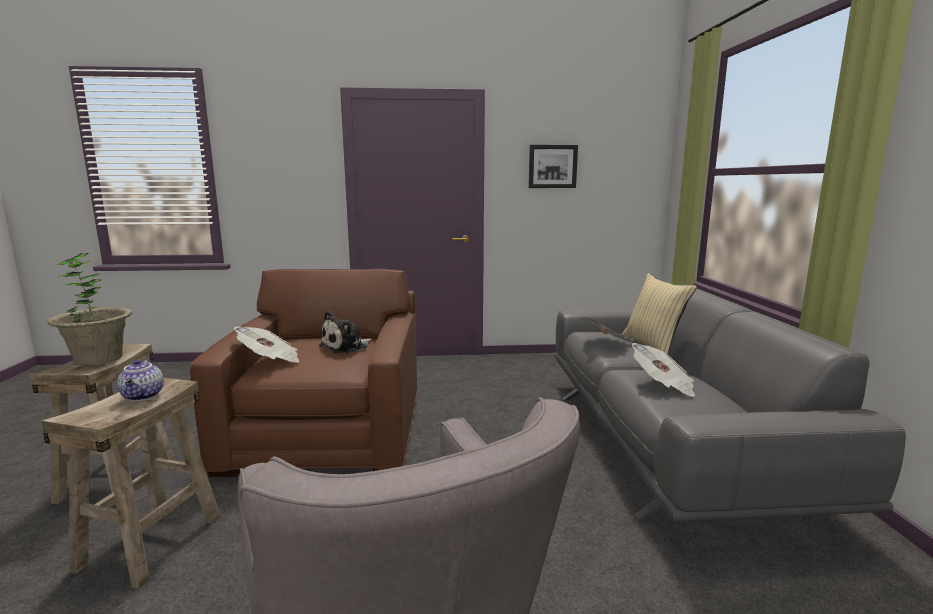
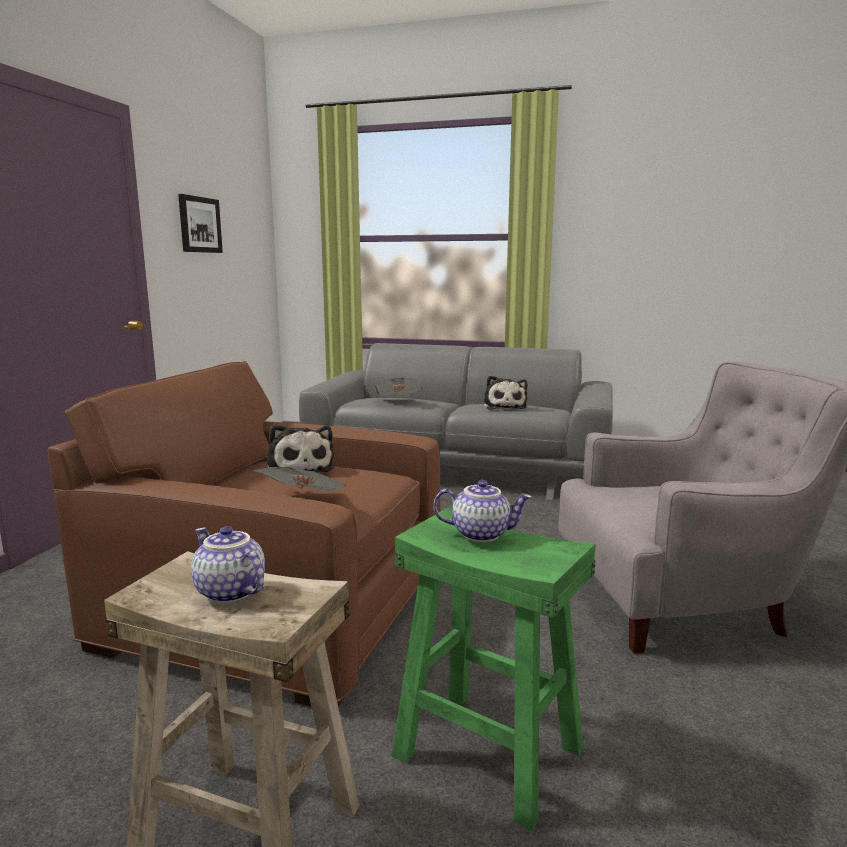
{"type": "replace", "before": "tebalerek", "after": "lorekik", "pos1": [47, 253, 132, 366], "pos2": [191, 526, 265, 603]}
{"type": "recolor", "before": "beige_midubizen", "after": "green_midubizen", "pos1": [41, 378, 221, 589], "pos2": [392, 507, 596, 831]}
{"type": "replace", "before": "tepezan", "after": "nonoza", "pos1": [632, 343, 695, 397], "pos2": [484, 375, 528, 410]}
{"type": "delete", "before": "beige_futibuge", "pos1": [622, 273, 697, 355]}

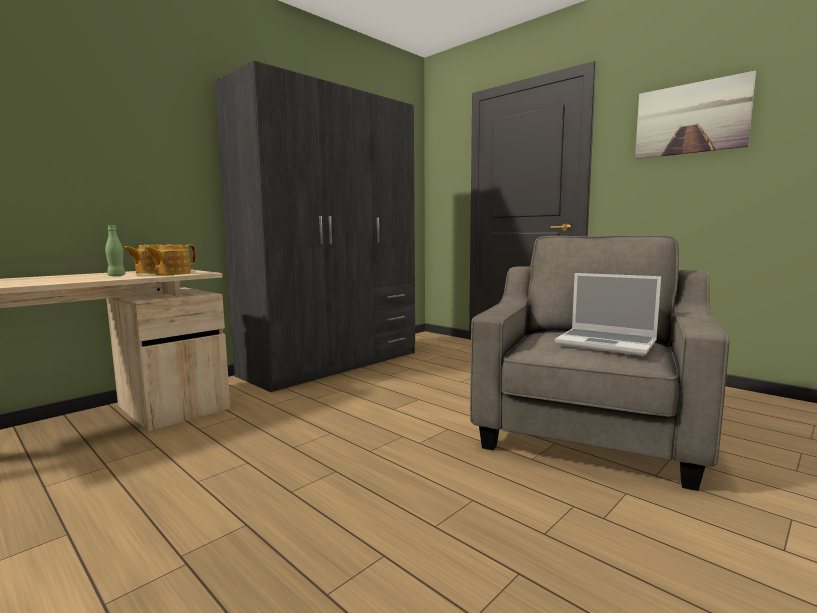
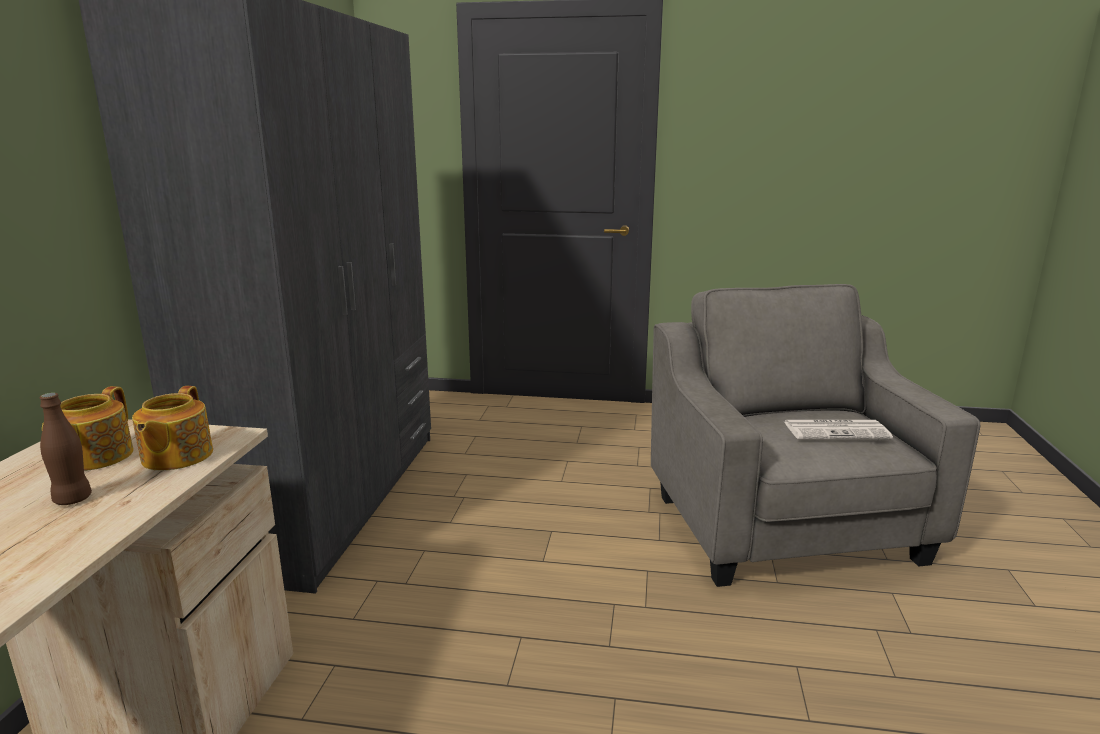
{"type": "recolor", "before": "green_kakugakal", "after": "brown_kakugakal", "pos1": [105, 225, 125, 276], "pos2": [40, 393, 92, 505]}
{"type": "replace", "before": "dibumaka", "after": "tepezan", "pos1": [555, 273, 661, 356], "pos2": [784, 420, 893, 439]}
{"type": "delete", "before": "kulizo", "pos1": [635, 71, 756, 159]}

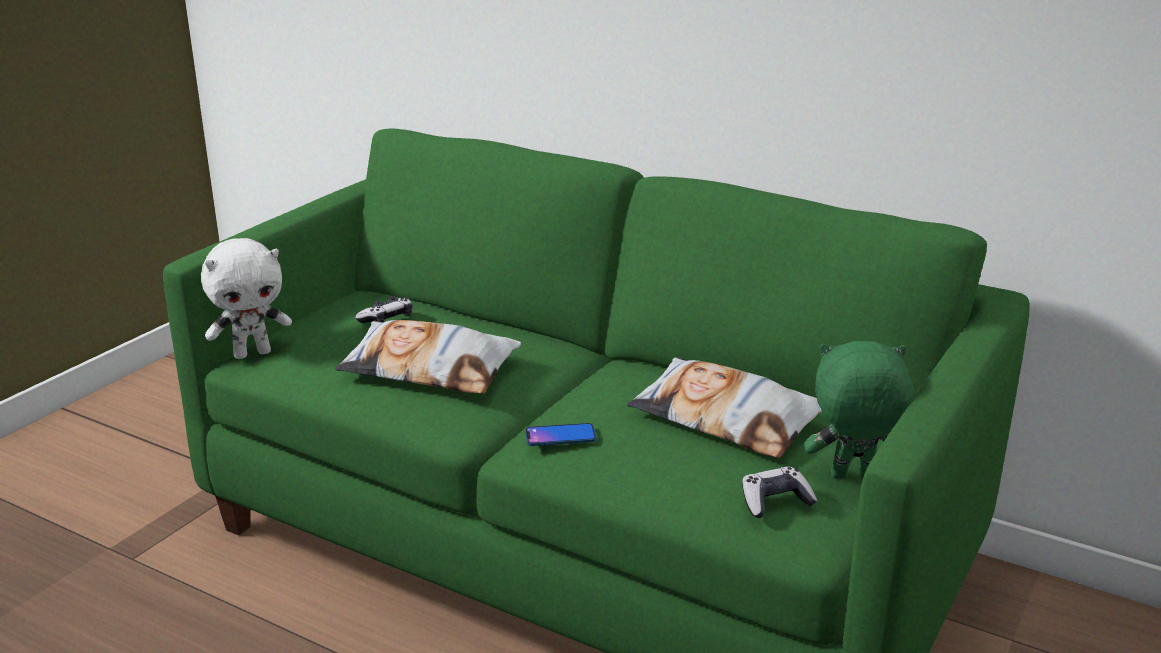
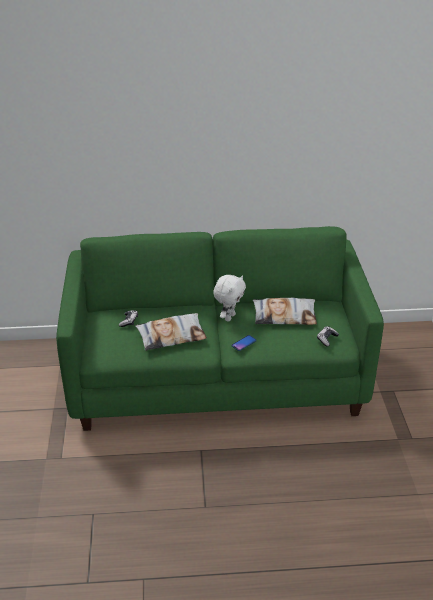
{"type": "move", "before": "white_nonoza", "pos1": [201, 238, 292, 359], "pos2": [213, 275, 246, 321]}
{"type": "delete", "before": "green_nonoza", "pos1": [804, 341, 914, 479]}

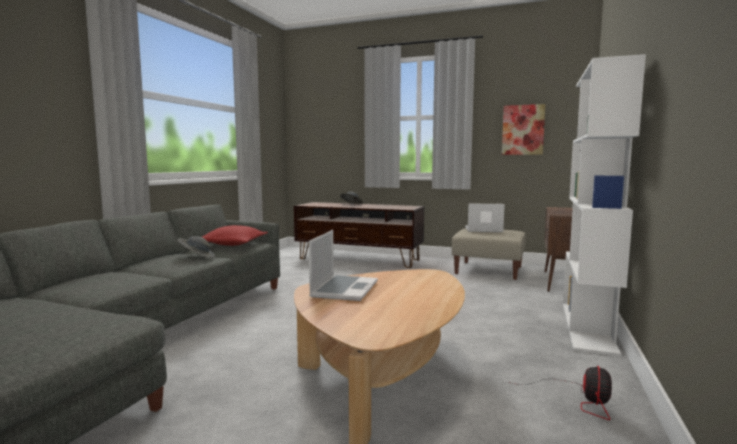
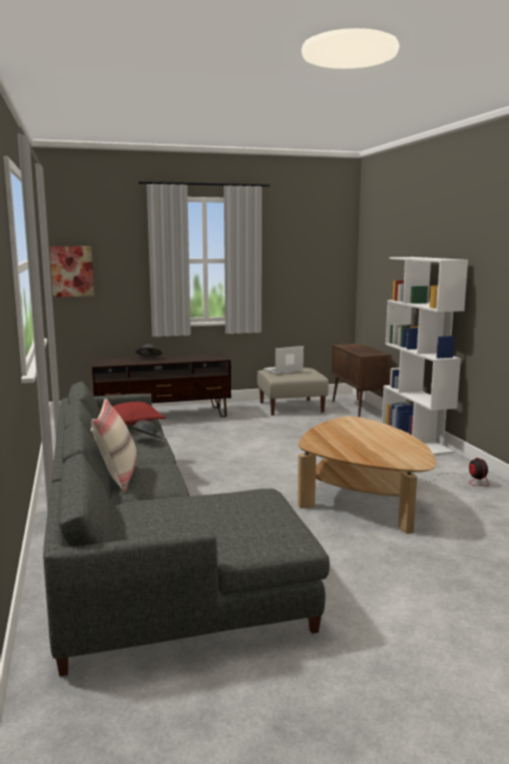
{"type": "move", "before": "kulizo", "pos1": [502, 104, 545, 155], "pos2": [50, 246, 94, 297]}
{"type": "insert", "after": "beige_futibuge", "pos2": [90, 399, 137, 492]}
{"type": "delete", "before": "dibumaka", "pos1": [309, 230, 378, 301]}

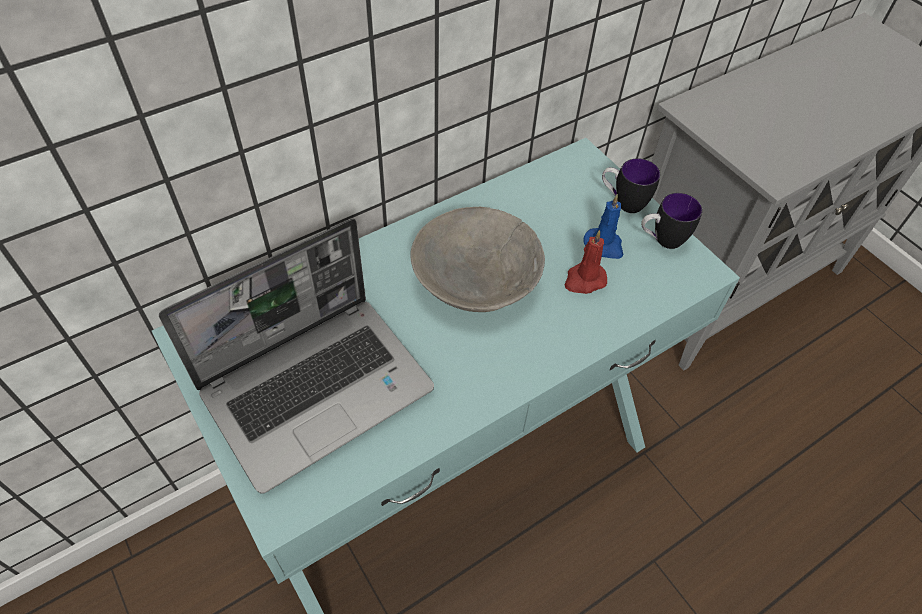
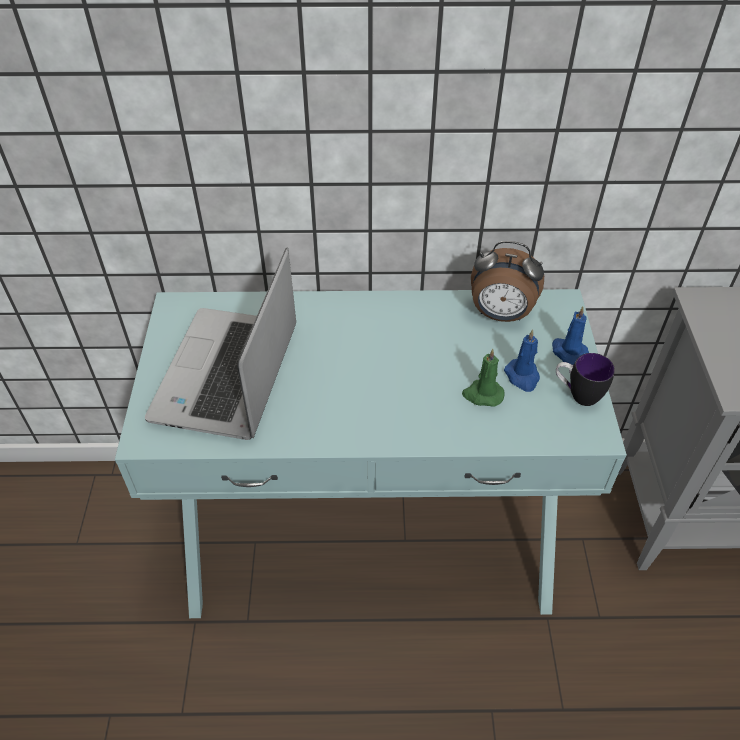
{"type": "rotate", "before": "dibumaka", "pos1": [159, 218, 434, 494], "pos2": [145, 247, 296, 440], "turn": 105}
{"type": "recolor", "before": "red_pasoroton", "after": "green_pasoroton", "pos1": [564, 230, 607, 294], "pos2": [462, 349, 504, 407]}
{"type": "insert", "after": "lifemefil", "pos2": [471, 241, 544, 322]}
{"type": "replace", "before": "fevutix", "after": "blue_pasoroton", "pos1": [602, 158, 660, 213], "pos2": [552, 306, 589, 365]}
{"type": "delete", "before": "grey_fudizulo", "pos1": [410, 207, 545, 312]}

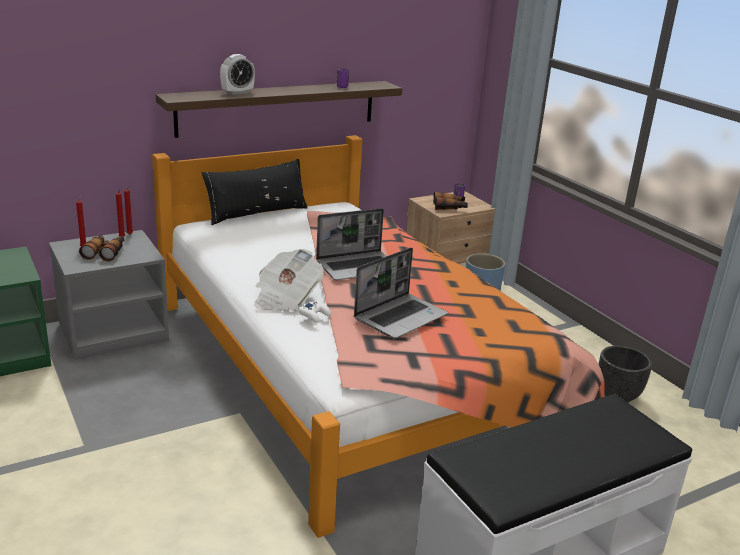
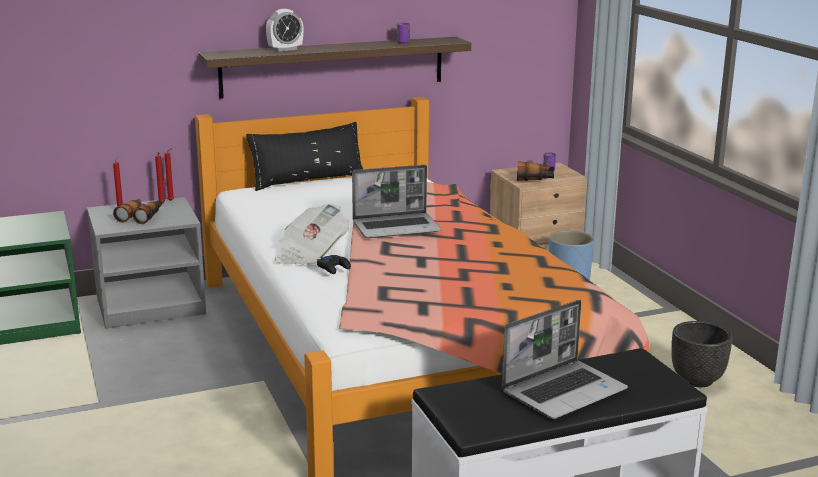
{"type": "recolor", "before": "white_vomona", "after": "black_vomona", "pos1": [299, 302, 331, 323], "pos2": [317, 255, 351, 274]}
{"type": "move", "before": "dibumaka", "pos1": [354, 247, 448, 338], "pos2": [502, 300, 628, 419]}

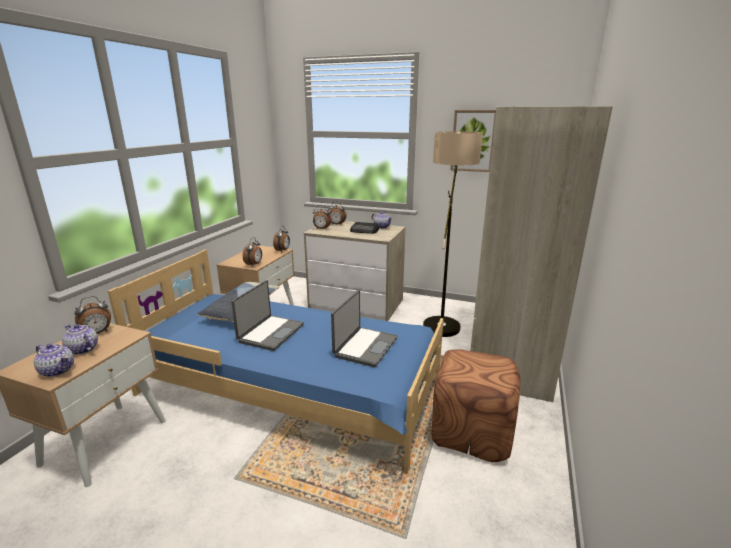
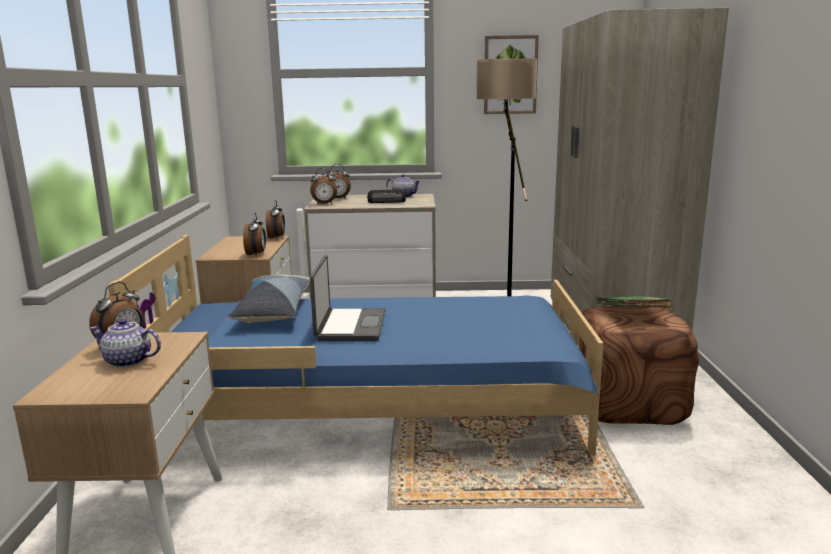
{"type": "insert", "after": "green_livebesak", "pos2": [596, 296, 672, 308]}
{"type": "delete", "before": "lorekik", "pos1": [34, 344, 74, 377]}
{"type": "delete", "before": "dibumaka", "pos1": [331, 290, 398, 367]}

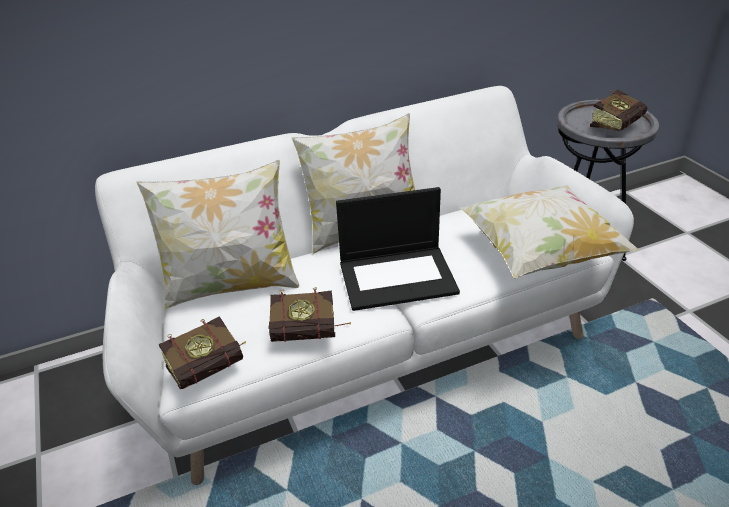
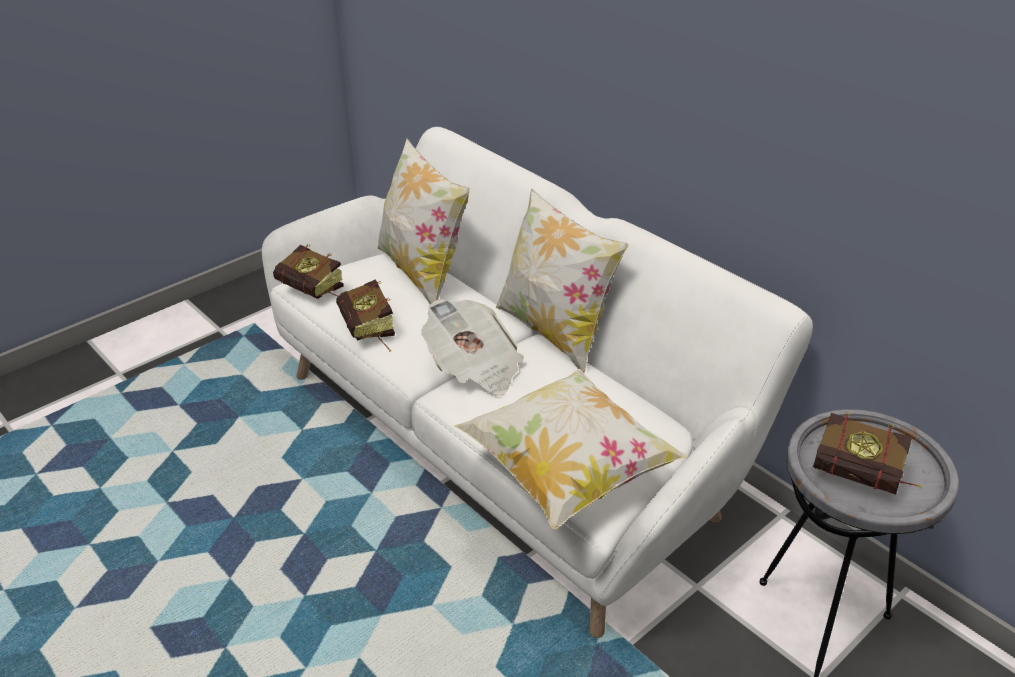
{"type": "replace", "before": "dibumaka", "after": "tepezan", "pos1": [336, 187, 460, 311], "pos2": [421, 299, 524, 396]}

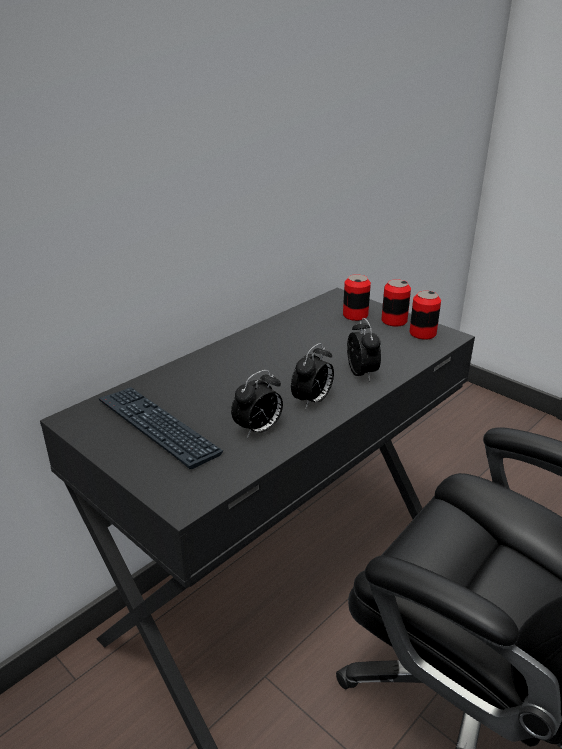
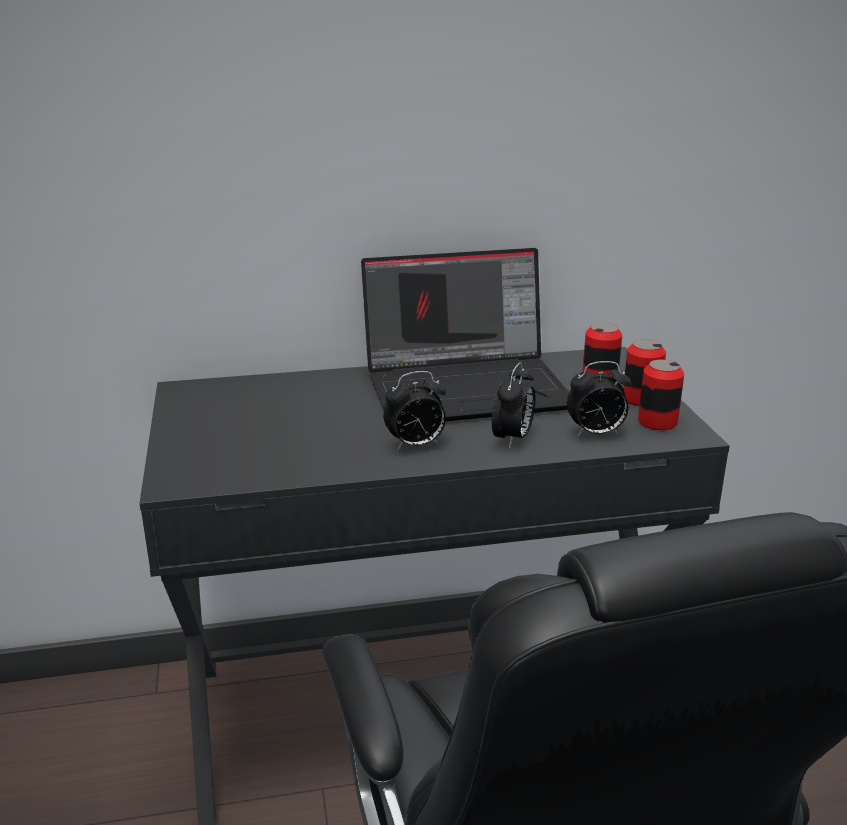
{"type": "insert", "after": "dibumaka", "pos2": [361, 248, 569, 421]}
{"type": "move", "before": "lifemefil", "pos1": [231, 370, 283, 438], "pos2": [567, 361, 631, 437]}
{"type": "delete", "before": "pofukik", "pos1": [99, 387, 223, 469]}

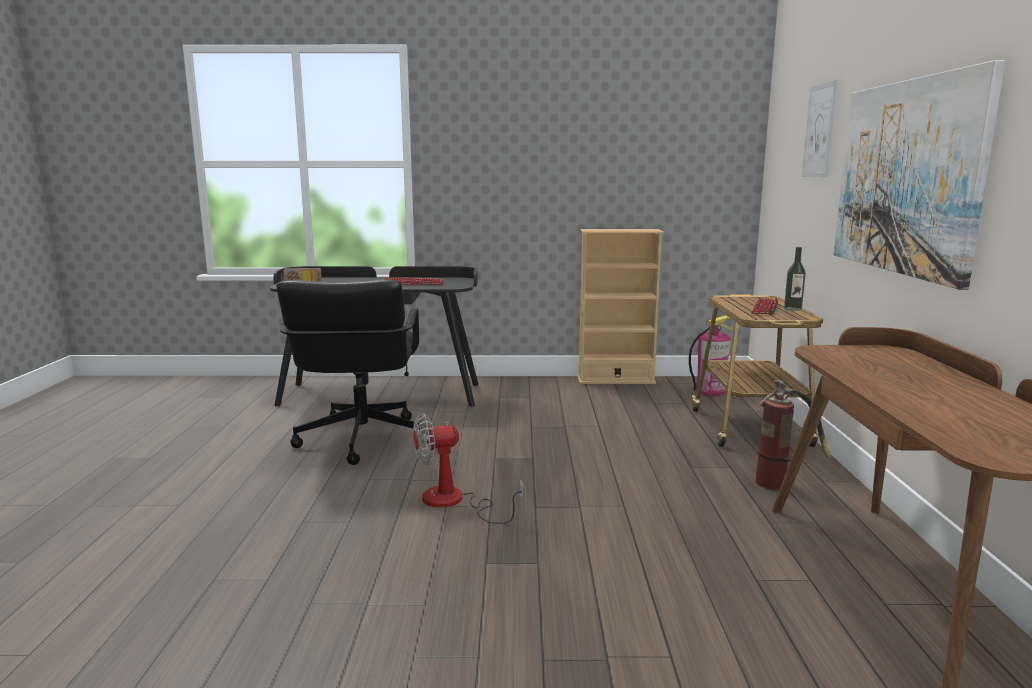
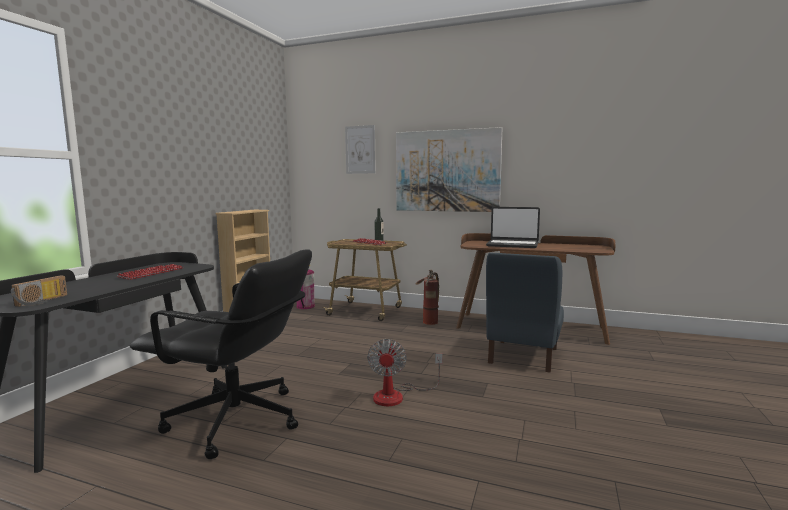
{"type": "insert", "after": "dibumaka", "pos2": [486, 207, 540, 248]}
{"type": "insert", "after": "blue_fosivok", "pos2": [486, 253, 564, 373]}

